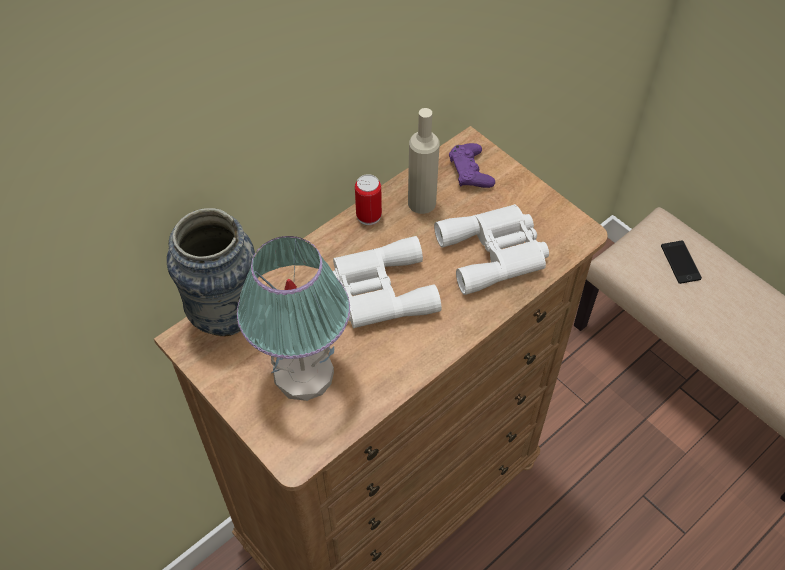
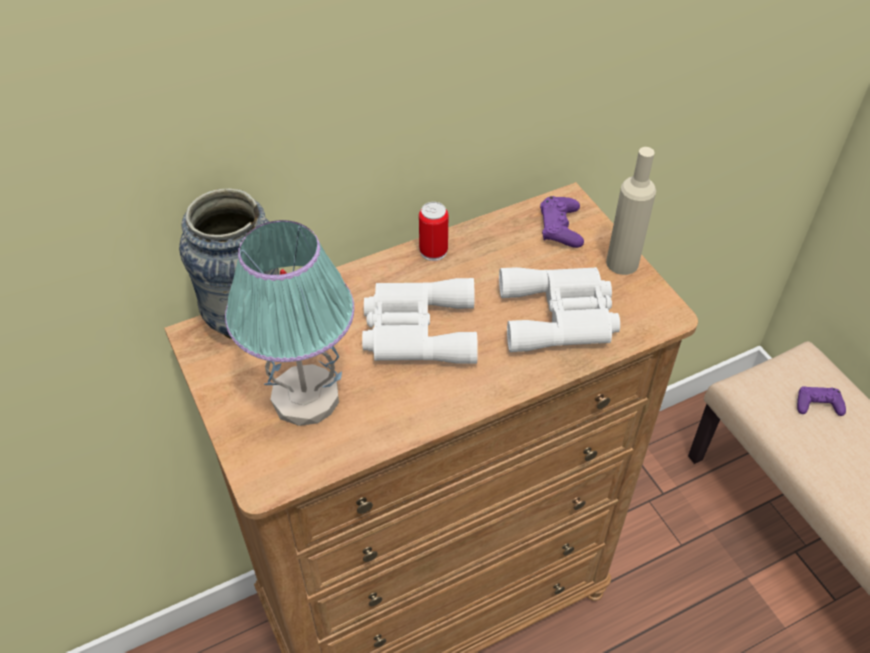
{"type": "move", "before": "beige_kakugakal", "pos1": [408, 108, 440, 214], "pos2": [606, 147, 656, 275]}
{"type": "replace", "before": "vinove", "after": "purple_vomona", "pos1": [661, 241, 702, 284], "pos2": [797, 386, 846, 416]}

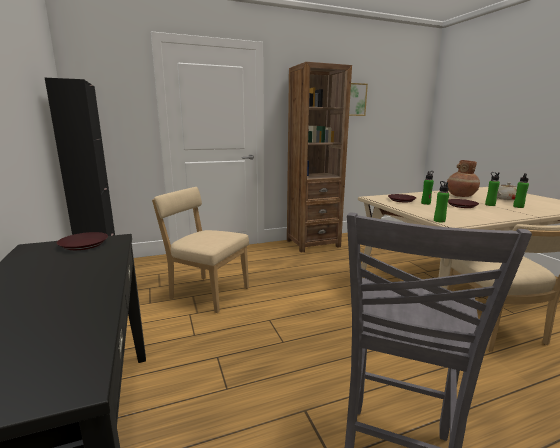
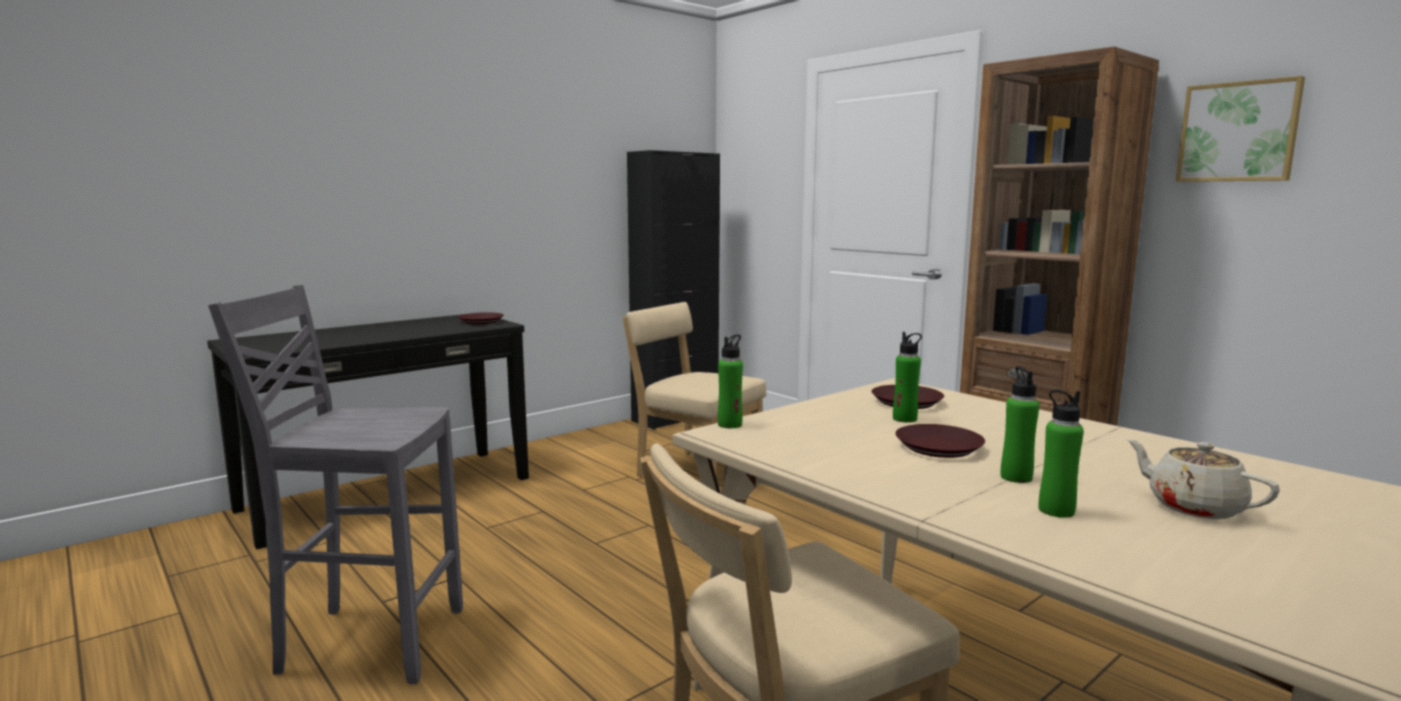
{"type": "rotate", "before": "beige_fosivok", "pos1": [152, 187, 249, 313], "pos2": [623, 302, 766, 477], "turn": -60}
{"type": "delete", "before": "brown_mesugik", "pos1": [447, 160, 480, 197]}

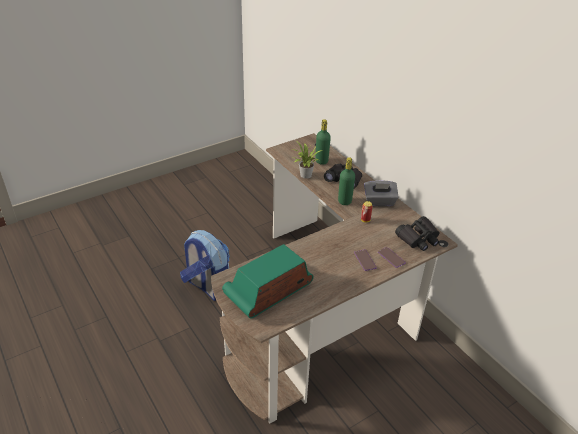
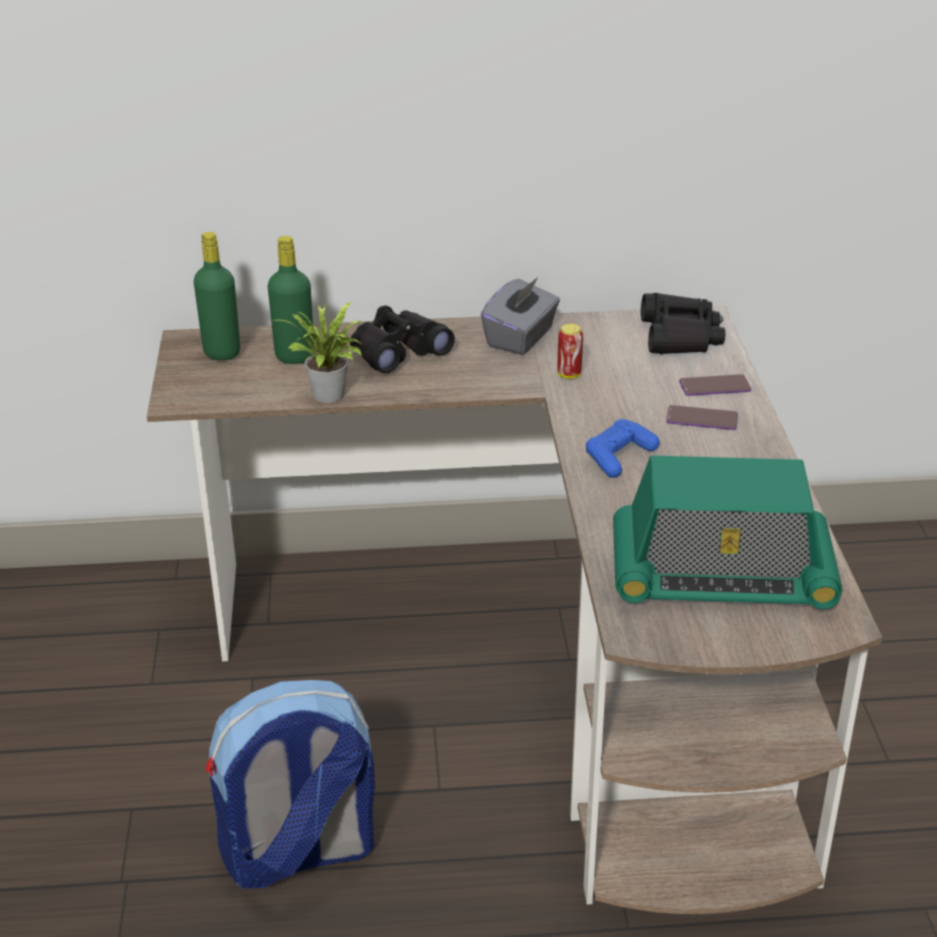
{"type": "move", "before": "green_kakugakal", "pos1": [338, 157, 355, 205], "pos2": [194, 232, 240, 360]}
{"type": "insert", "after": "blue_vomona", "pos2": [586, 419, 660, 478]}
{"type": "rotate", "before": "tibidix", "pos1": [222, 244, 313, 318], "pos2": [613, 456, 842, 609], "turn": -75}

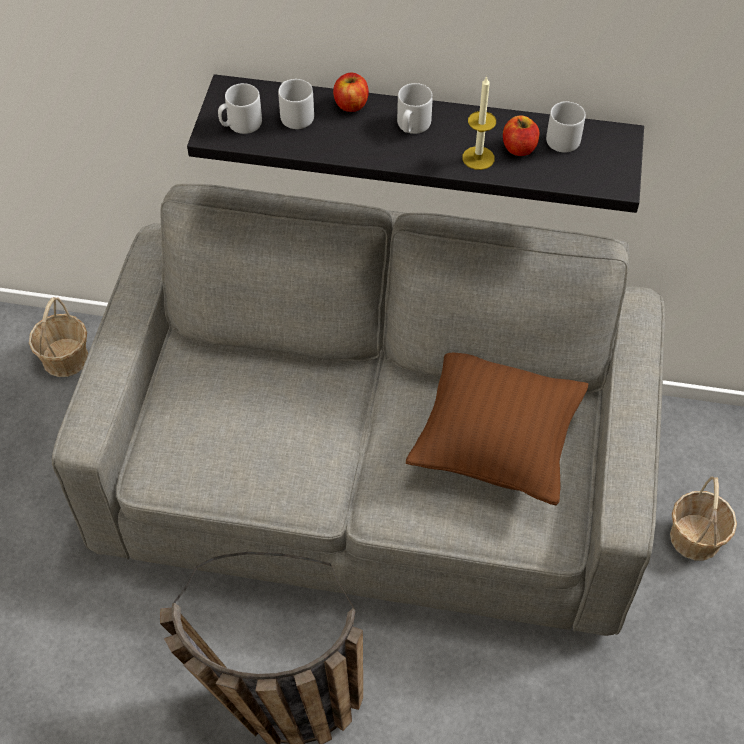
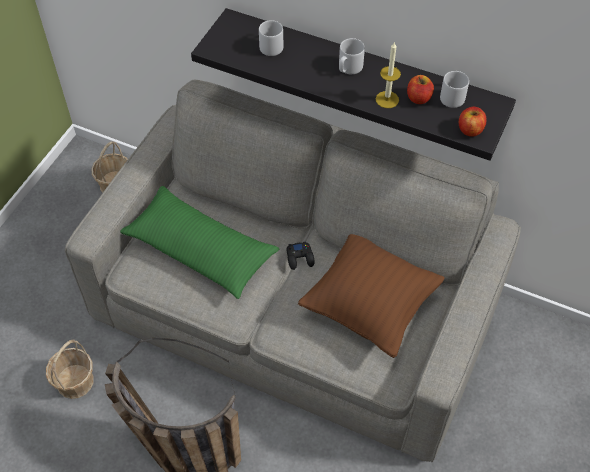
{"type": "move", "before": "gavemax", "pos1": [670, 477, 737, 560], "pos2": [46, 339, 94, 399]}
{"type": "insert", "after": "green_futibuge", "pos2": [120, 186, 279, 299]}
{"type": "insert", "after": "black_vomona", "pos2": [287, 241, 315, 270]}
{"type": "move", "before": "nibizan", "pos1": [333, 73, 369, 112], "pos2": [459, 107, 486, 137]}
{"type": "delete", "before": "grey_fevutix", "pos1": [218, 83, 262, 134]}

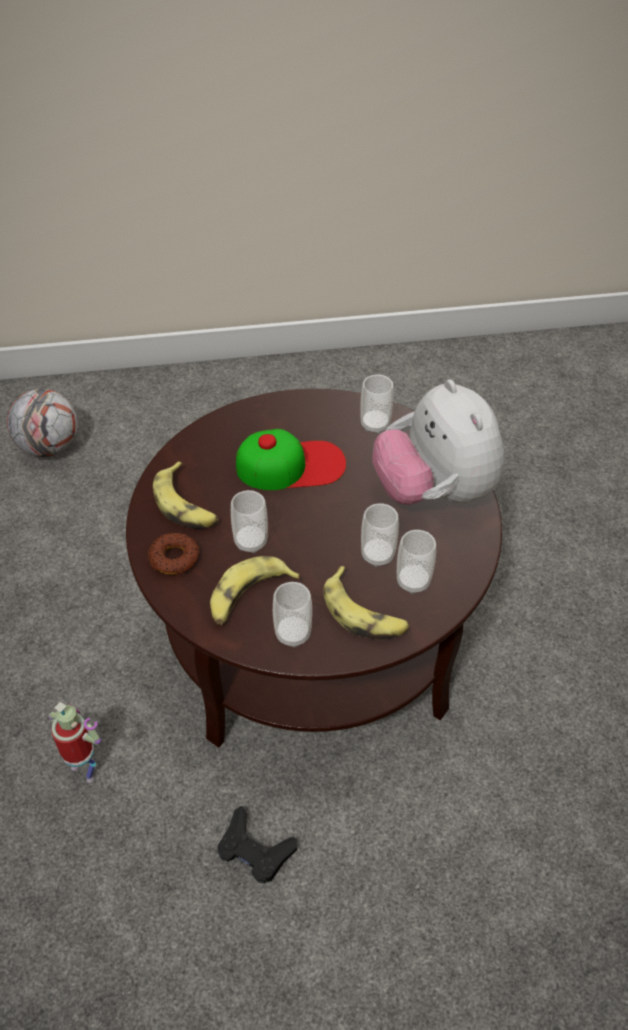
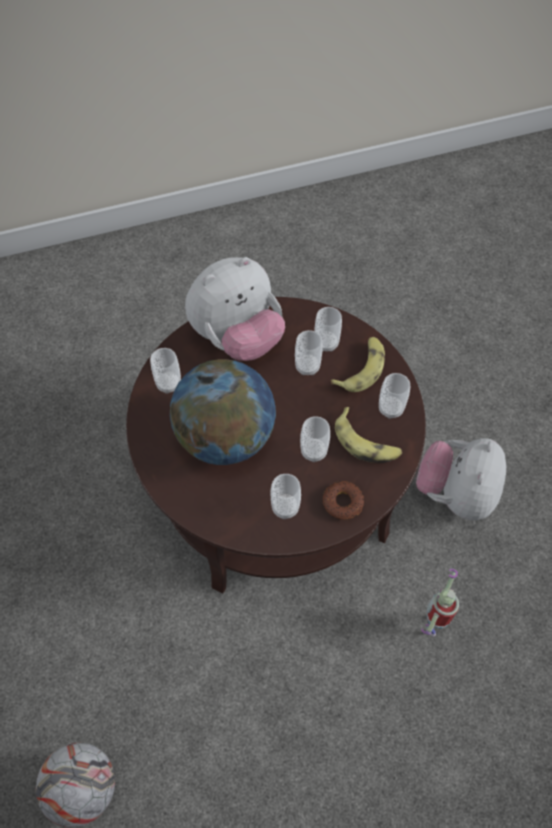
{"type": "replace", "before": "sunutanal", "after": "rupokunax", "pos1": [236, 429, 346, 490], "pos2": [170, 359, 276, 465]}
{"type": "replace", "before": "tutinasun", "after": "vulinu", "pos1": [153, 461, 219, 529], "pos2": [271, 474, 301, 519]}
{"type": "replace", "before": "black_vomona", "after": "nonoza", "pos1": [217, 806, 297, 883], "pos2": [416, 438, 506, 520]}

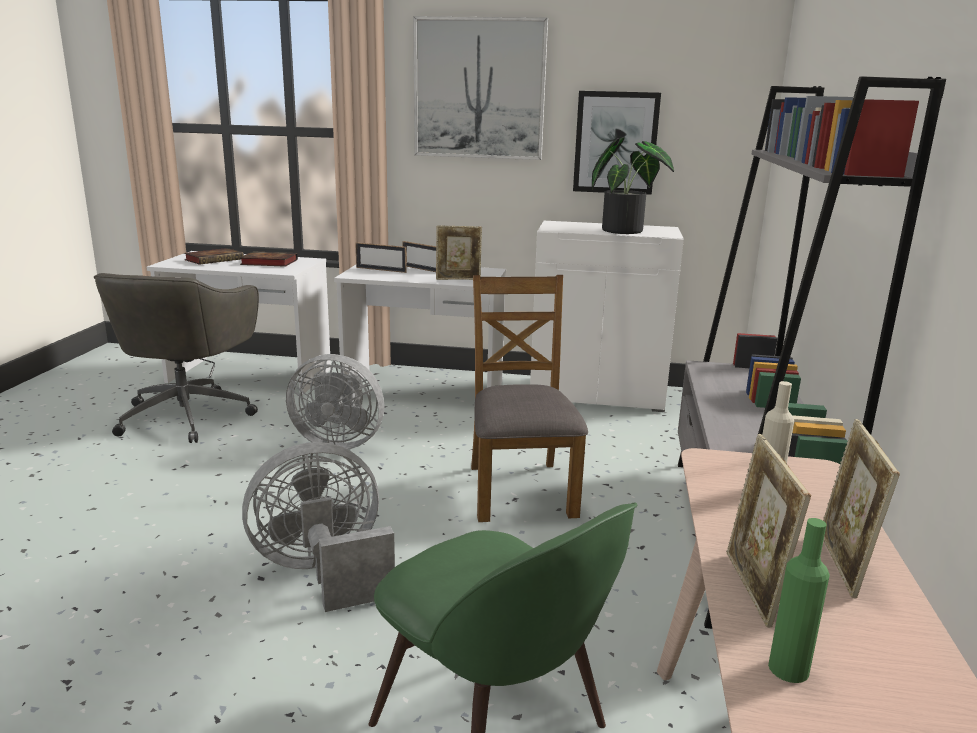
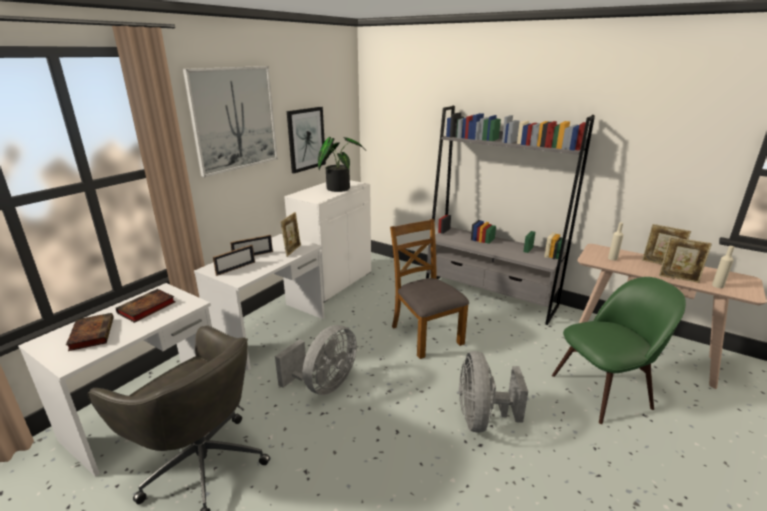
{"type": "rotate", "before": "brown_fosivok", "pos1": [471, 275, 588, 522], "pos2": [390, 219, 469, 359], "turn": 45}
{"type": "recolor", "before": "green_kakugakal", "after": "beige_kakugakal", "pos1": [768, 518, 830, 683], "pos2": [712, 246, 734, 288]}

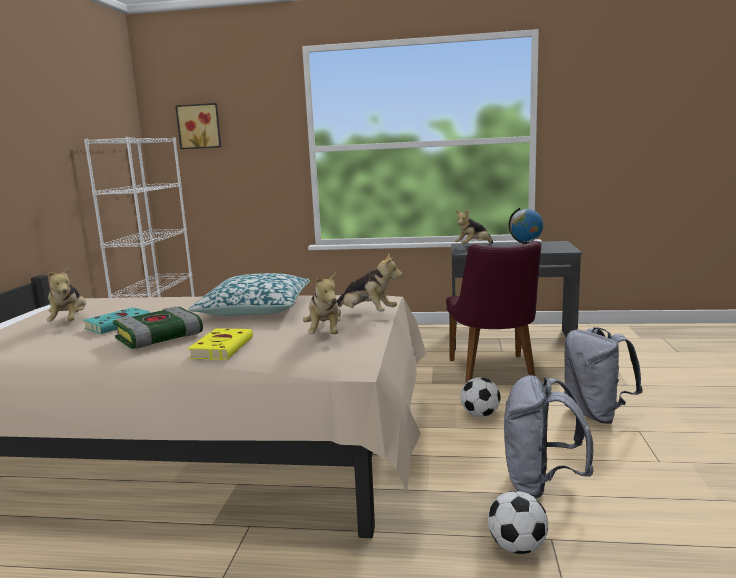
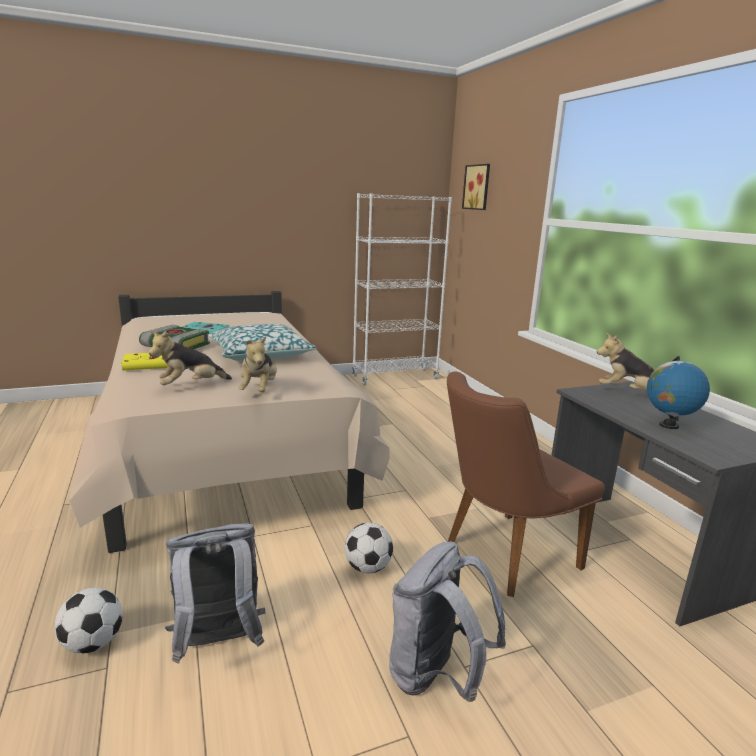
{"type": "recolor", "before": "purple_fosivok", "after": "brown_fosivok", "pos1": [446, 241, 541, 383], "pos2": [447, 371, 605, 597]}
{"type": "delete", "before": "nonoza", "pos1": [47, 267, 86, 322]}

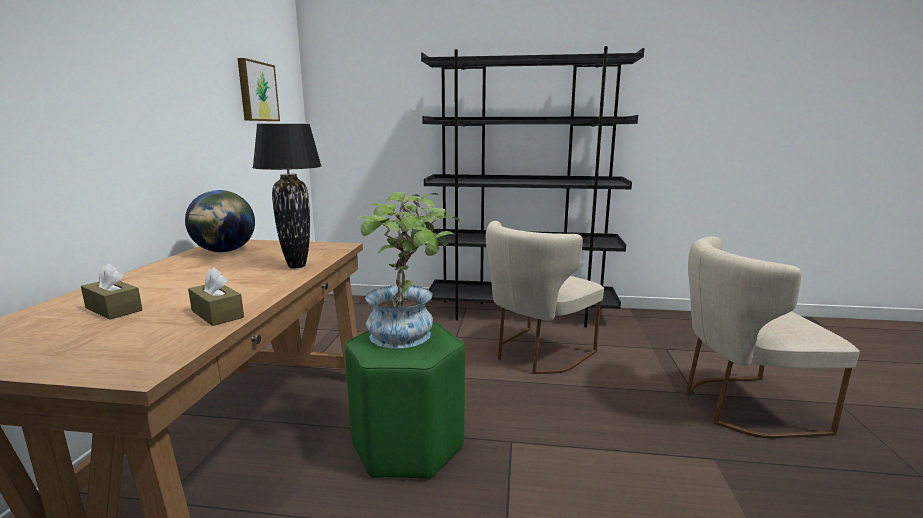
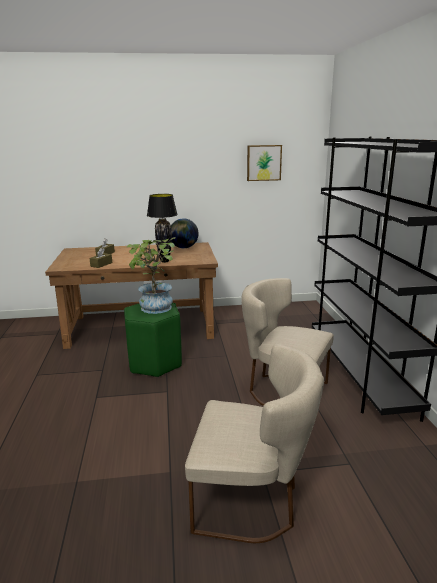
{"type": "rotate", "before": "beige_fosivok", "pos1": [686, 236, 860, 439], "pos2": [185, 344, 324, 543], "turn": 120}

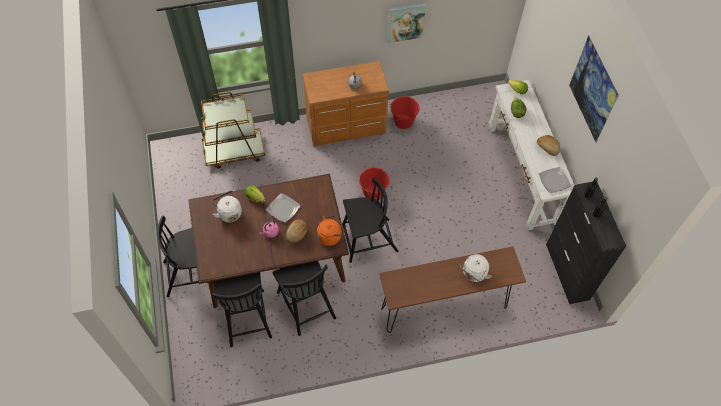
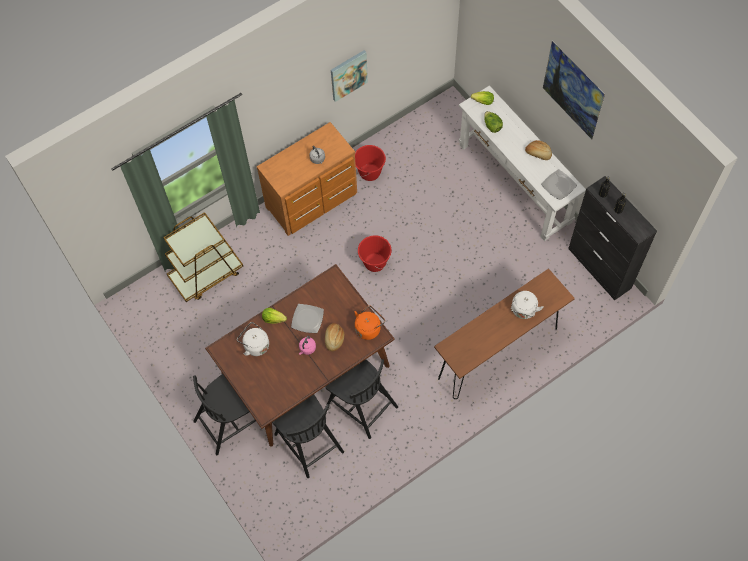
{"type": "delete", "before": "black_fosivok", "pos1": [342, 177, 398, 263]}

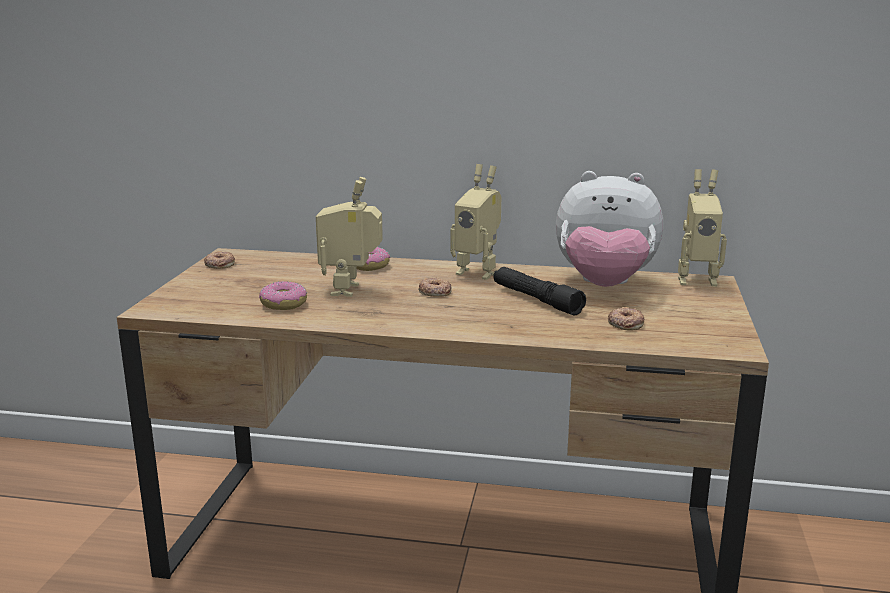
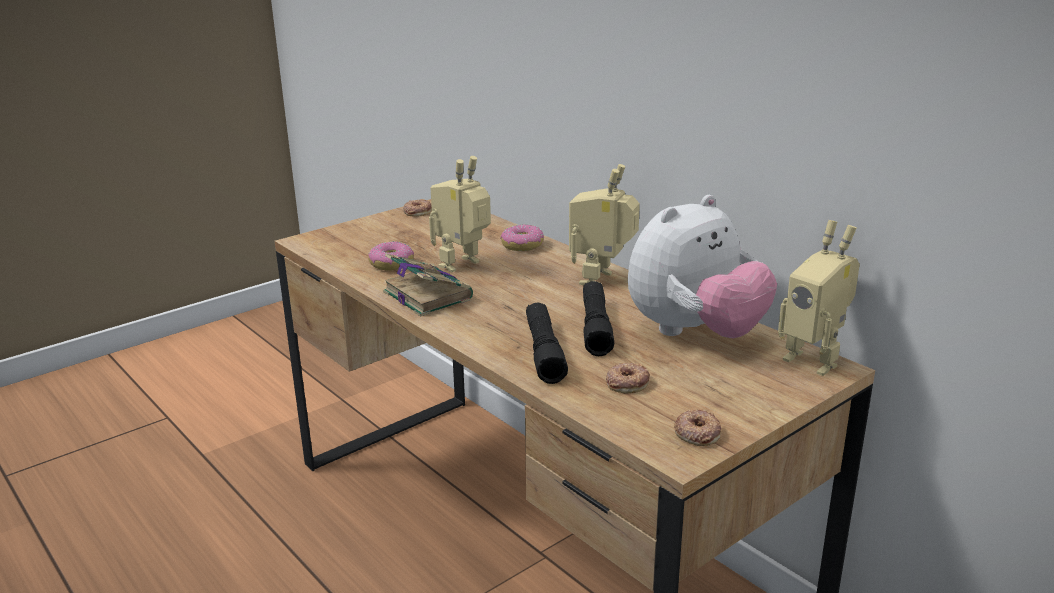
{"type": "insert", "after": "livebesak", "pos2": [383, 253, 473, 317]}
{"type": "insert", "after": "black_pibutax", "pos2": [526, 303, 568, 384]}
{"type": "rotate", "before": "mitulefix", "pos1": [450, 164, 501, 280], "pos2": [569, 164, 640, 285], "turn": 45}
{"type": "rotate", "before": "nonoza", "pos1": [556, 171, 663, 287], "pos2": [628, 195, 777, 338], "turn": -90}
{"type": "move", "before": "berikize", "pos1": [419, 278, 452, 297], "pos2": [674, 409, 722, 446]}

